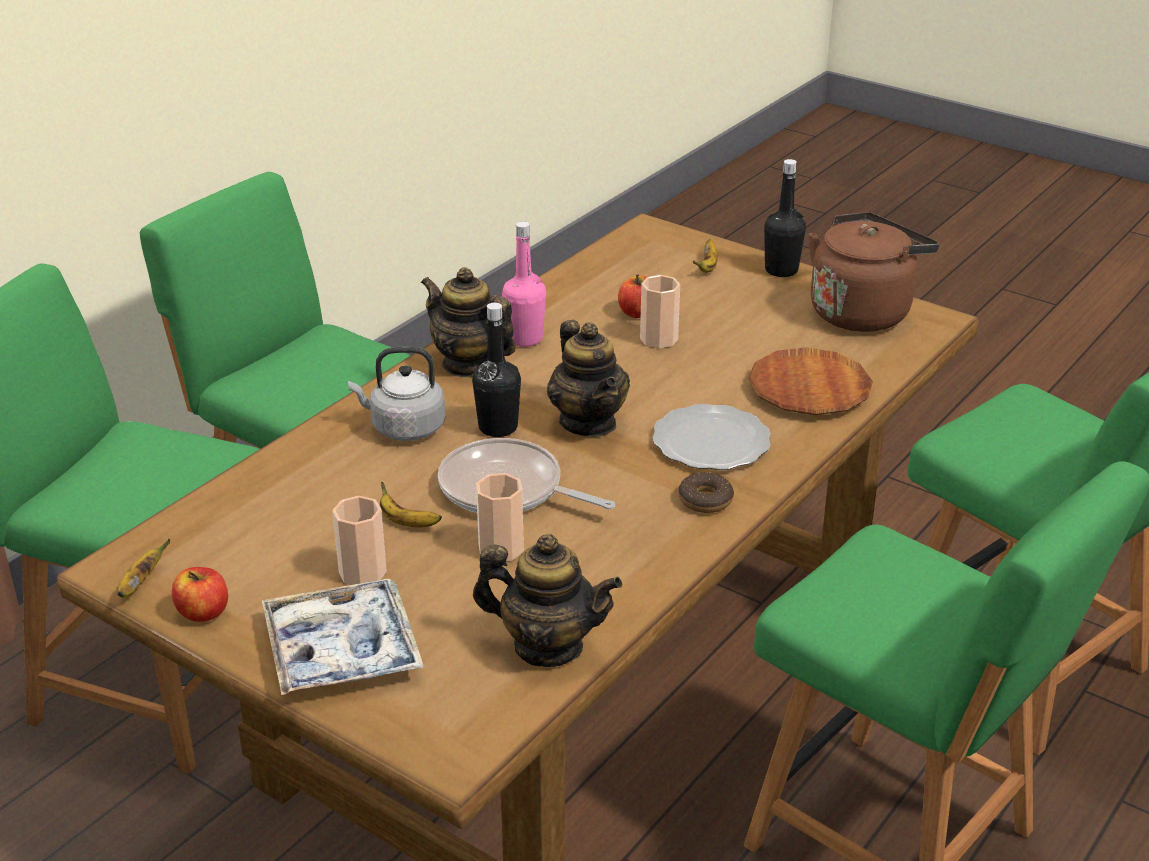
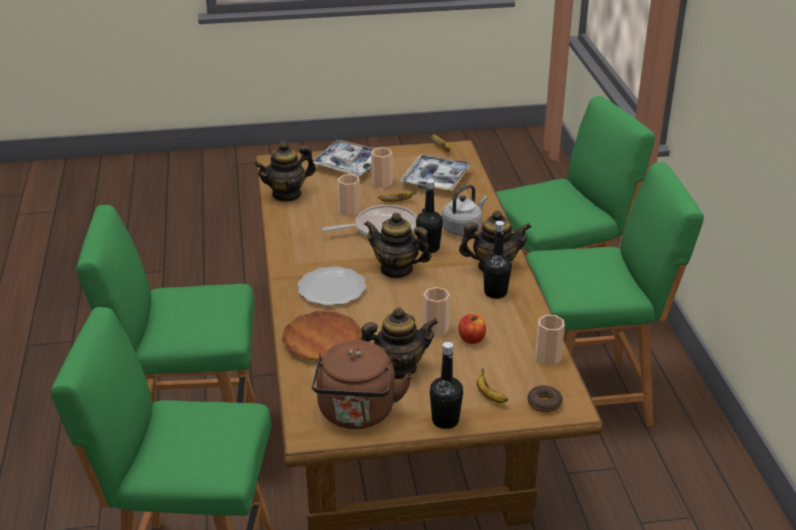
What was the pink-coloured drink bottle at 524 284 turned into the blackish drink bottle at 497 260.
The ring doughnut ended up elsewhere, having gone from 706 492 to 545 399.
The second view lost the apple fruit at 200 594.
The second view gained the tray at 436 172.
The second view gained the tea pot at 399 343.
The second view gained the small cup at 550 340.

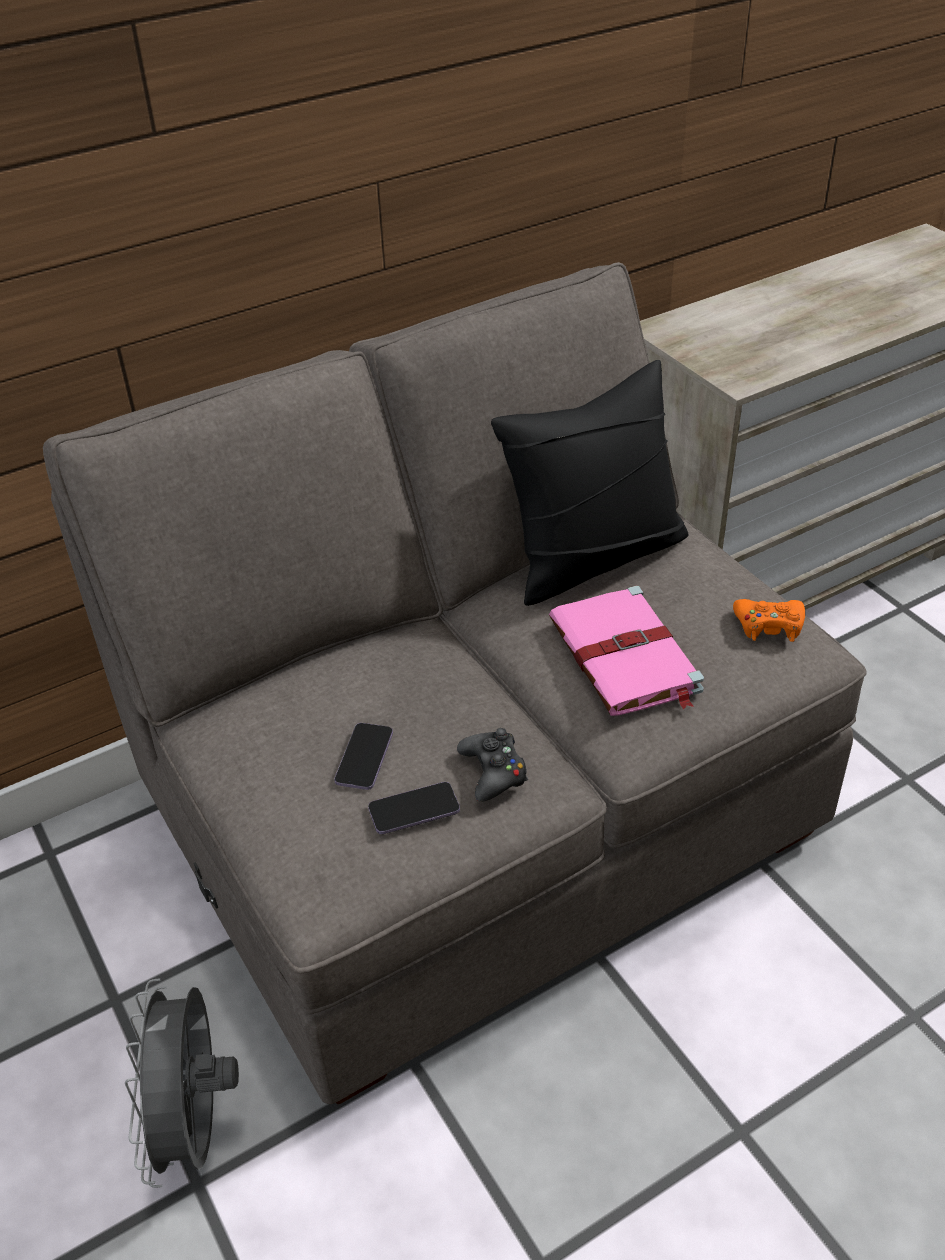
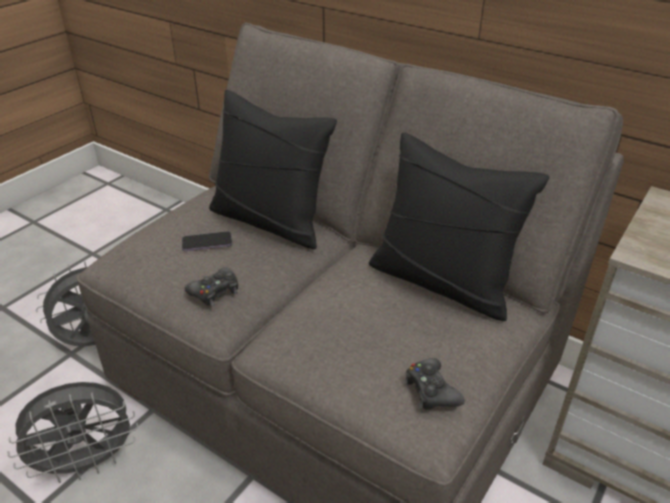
The second view lost the pink-coloured volume at 626 650.
What was the orangey joypad at 769 620 turned into the blackish joypad at 434 384.
The second view lost the handset at 414 808.
The second view gained the blackish throw pillow at 273 169.
The second view gained the grey cooling fan at 73 432.

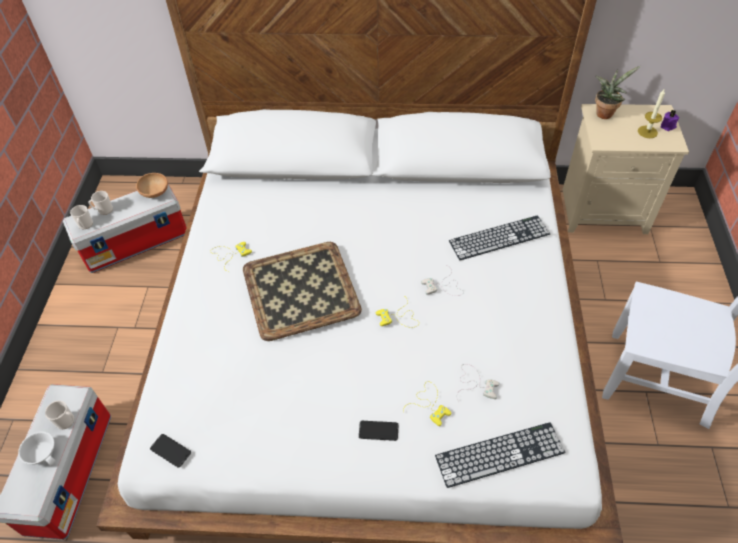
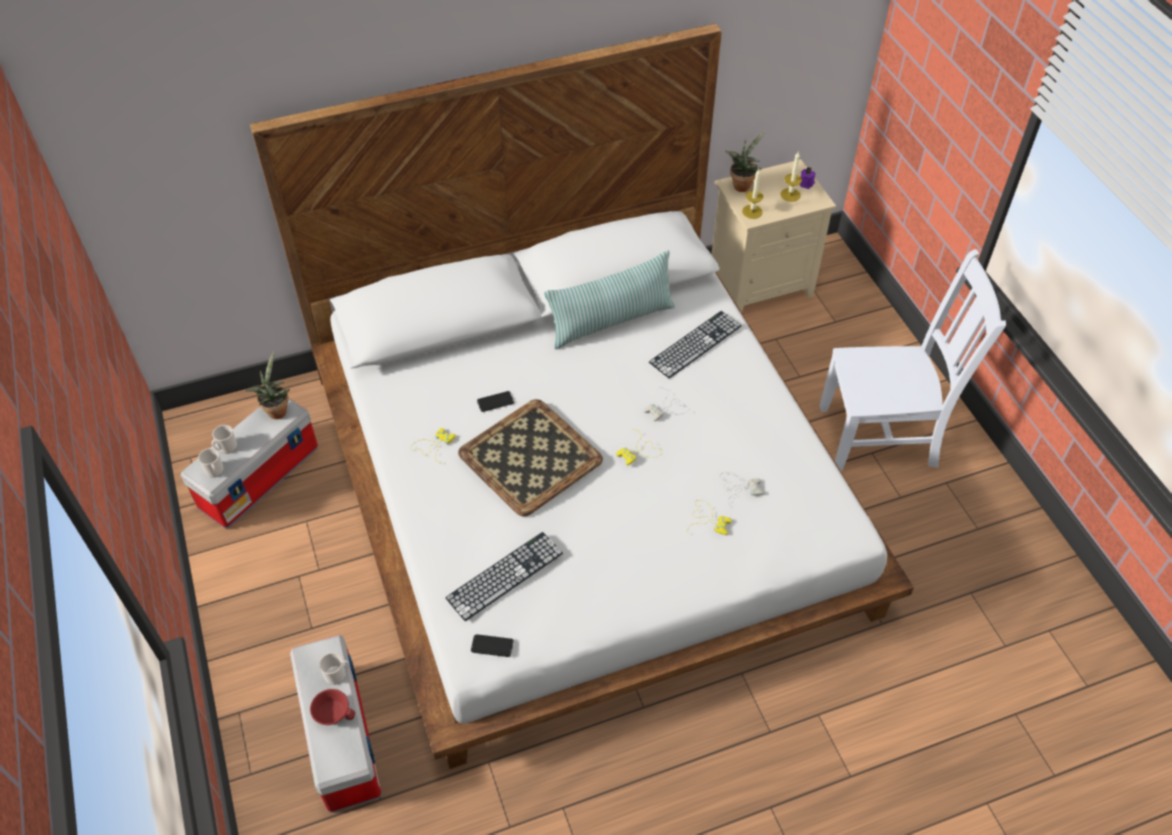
Where the brownish deep dish stood at 152 185, the potted plant came to stand at 267 385.
The handset ended up elsewhere, having gone from 378 431 to 495 401.
The computer keyboard ended up elsewhere, having gone from 500 455 to 504 576.
What was the whitish small cup at 37 448 turned into the red-coloured small cup at 332 707.
The second view gained the candle at 752 194.
The second view gained the throw pillow at 609 299.

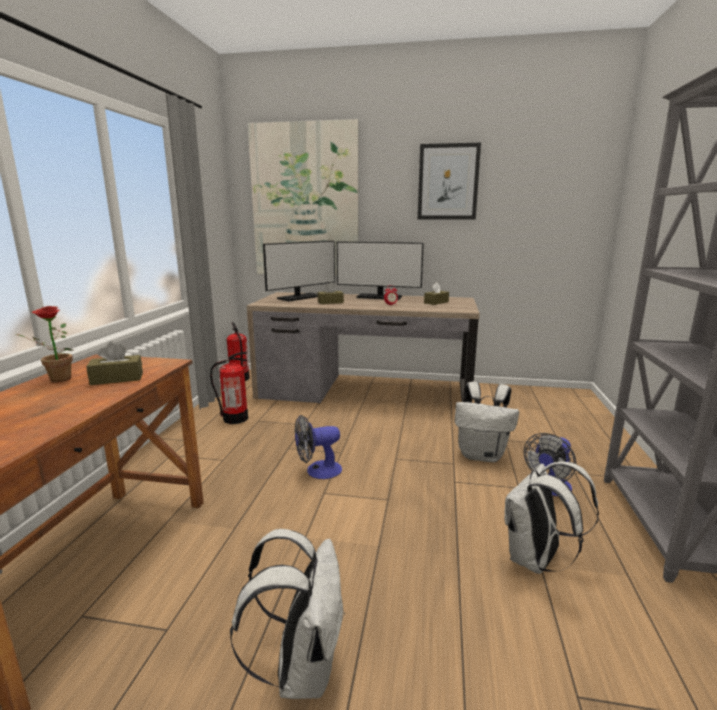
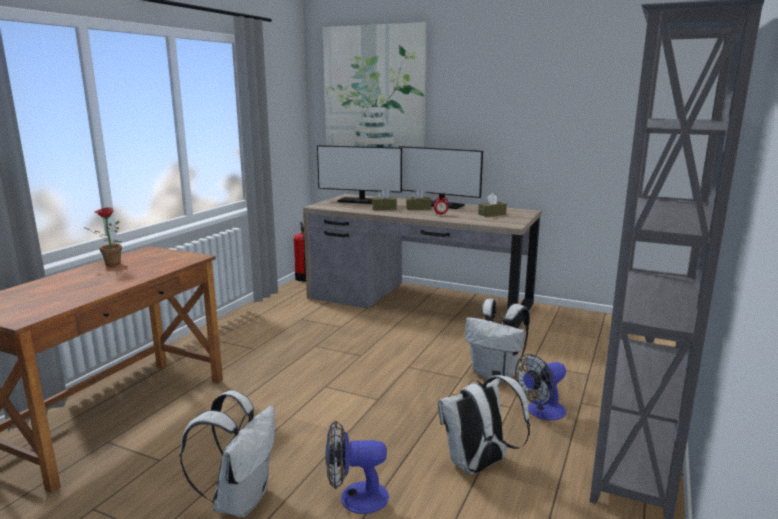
The second view lost the picture at 449 181.
The computer display at 299 271 ended up facing another way, 45 degrees clockwise from before.
The brownish tissue box ended up elsewhere, having gone from 114 363 to 419 199.
The second view lost the fire-fighting cylinder at 229 388.
The cooling fan ended up elsewhere, having gone from 318 447 to 357 467.

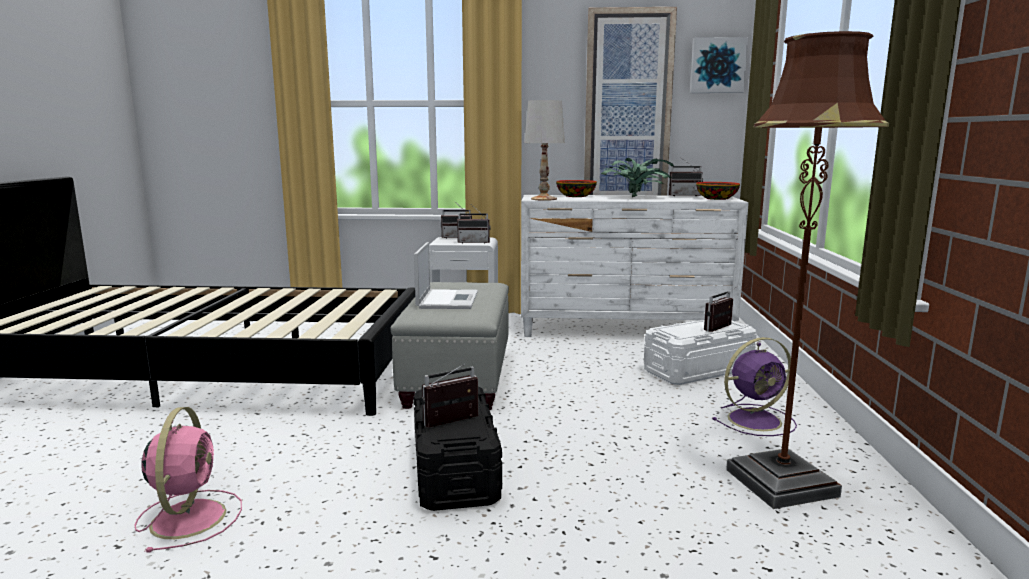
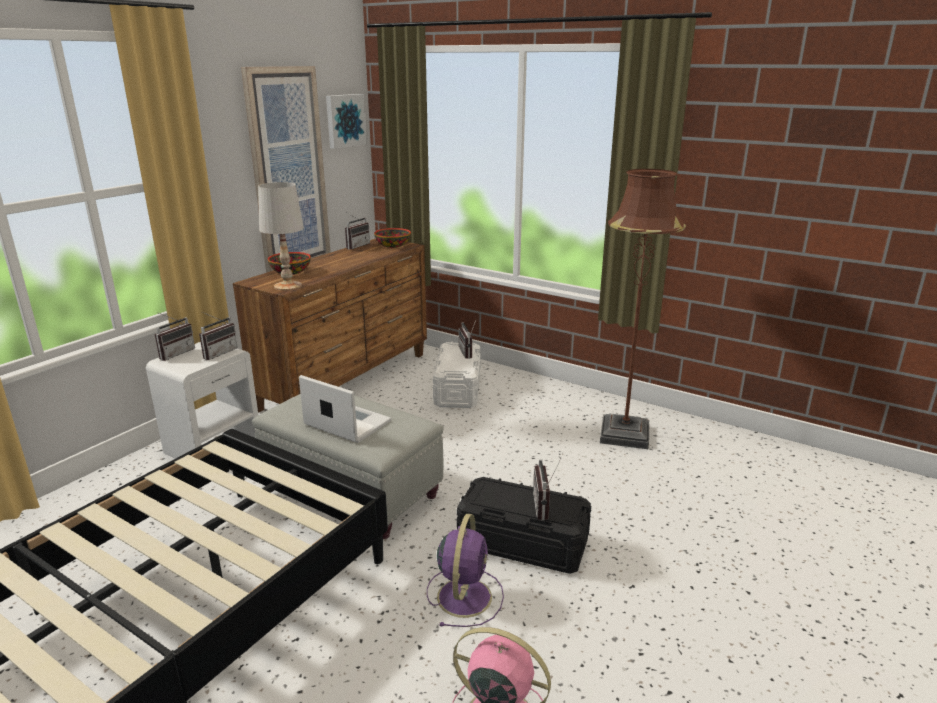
The second view lost the potted plant at 637 177.
What was the whitish chest of drawers at 635 266 turned into the brownish chest of drawers at 330 325.
The purple cooling fan ended up elsewhere, having gone from 754 386 to 465 570.

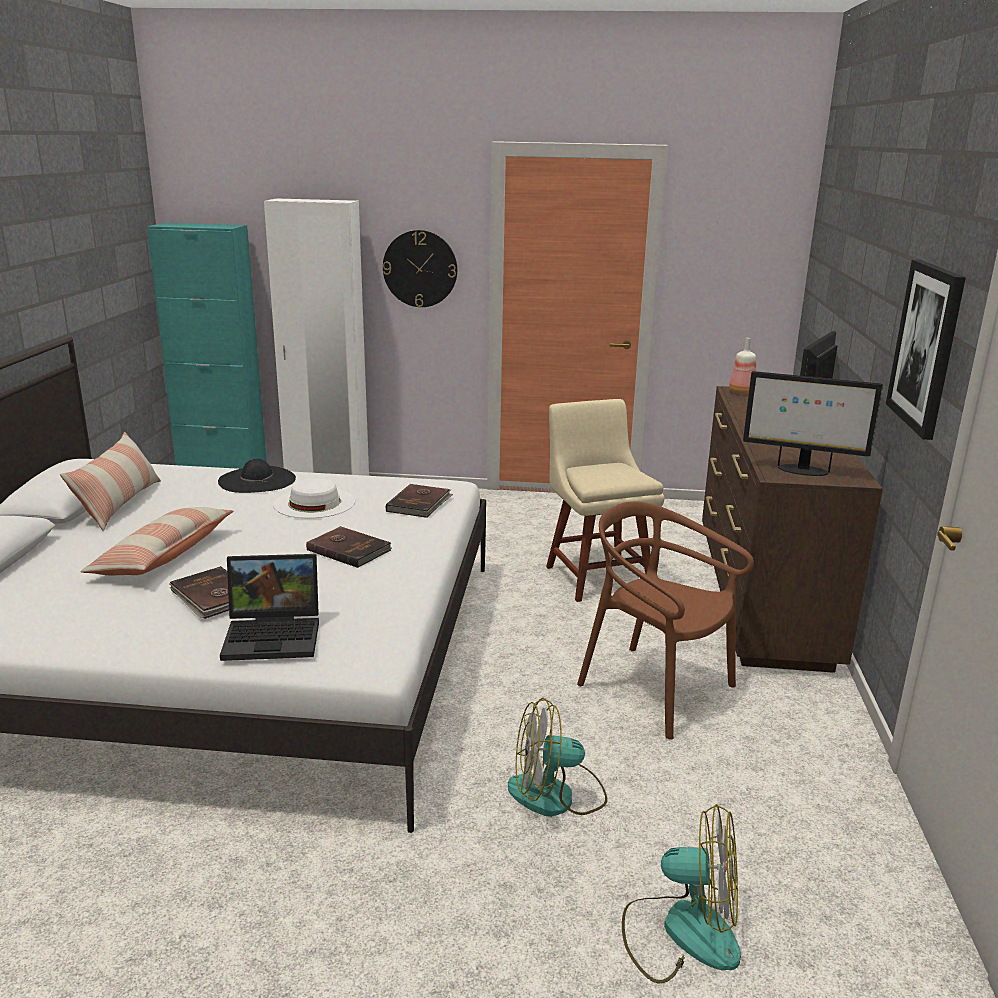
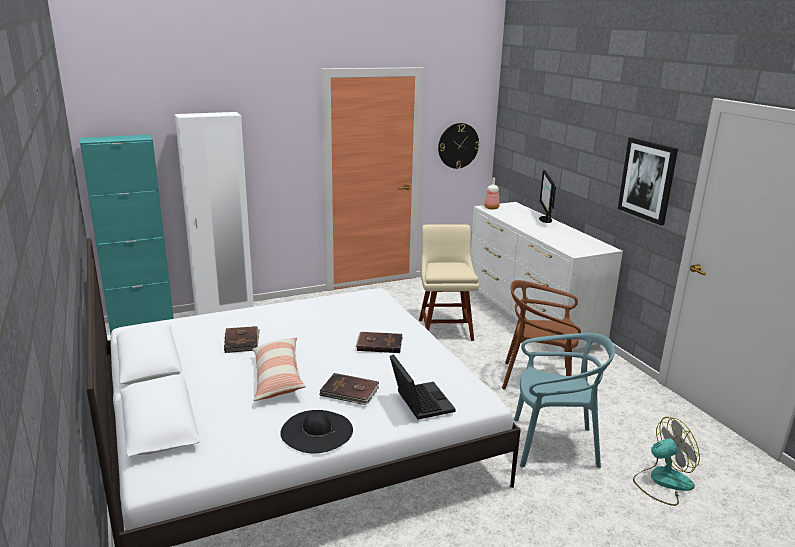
The wall clock ended up elsewhere, having gone from 420 268 to 458 146.
The second view lost the computer display at 813 423.
What was the brownish chest of drawers at 792 529 turned into the whitish chest of drawers at 547 279.
The beige-coloured plain chair at 605 500 ended up facing another way, 45 degrees clockwise from before.
The second view lost the throw pillow at 110 481.
The blackish hat ended up elsewhere, having gone from 257 476 to 316 432.
The second view lost the whitish hat at 314 498.
The brownish volume ended up elsewhere, having gone from 419 501 to 242 339.
The portable computer at 269 607 ended up facing another way, 75 degrees counterclockwise from before.
Where the cooling fan stood at 557 757, the turquoise plain chair came to stand at 564 400.

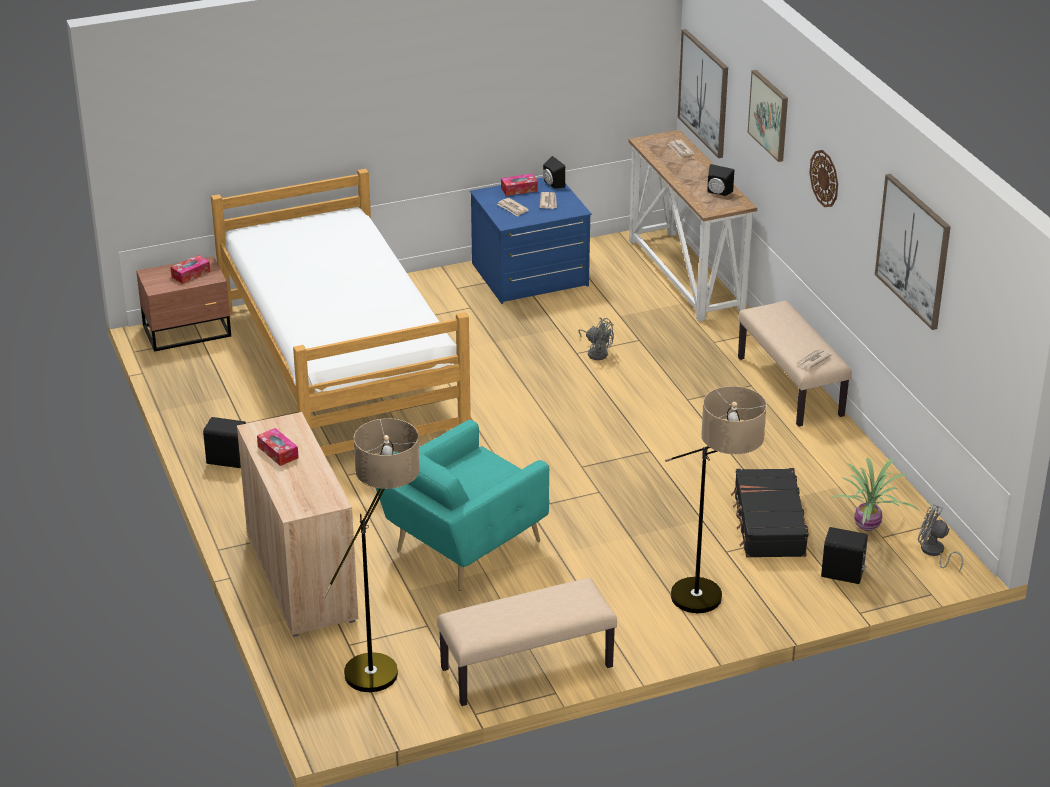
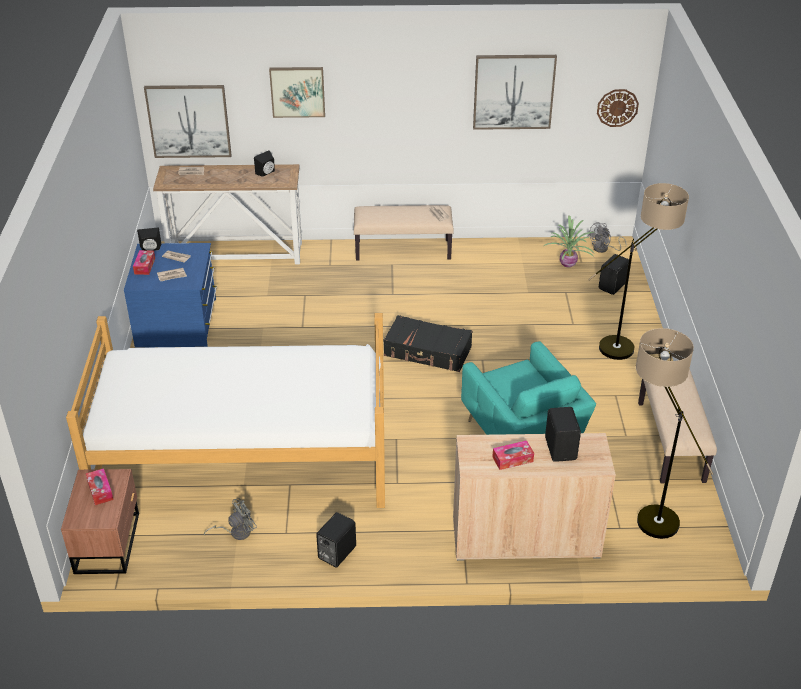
The wall clock ended up elsewhere, having gone from 823 178 to 618 108.
The grey cooling fan ended up elsewhere, having gone from 596 338 to 230 519.
The blackish suitcase ended up elsewhere, having gone from 770 513 to 428 343.
The second view gained the blackish speaker at 563 434.

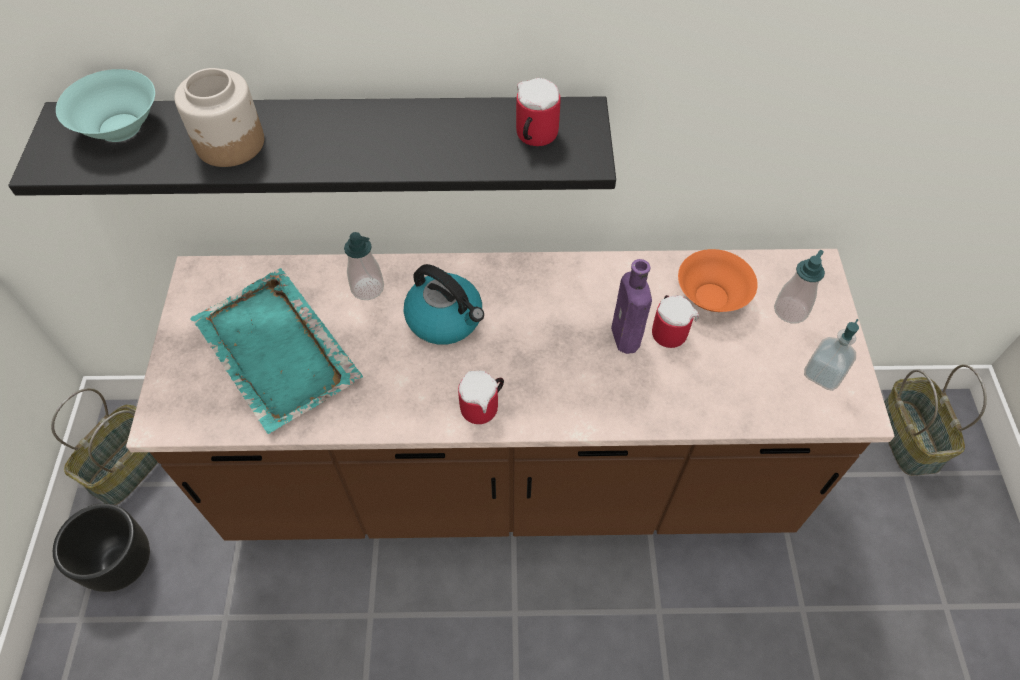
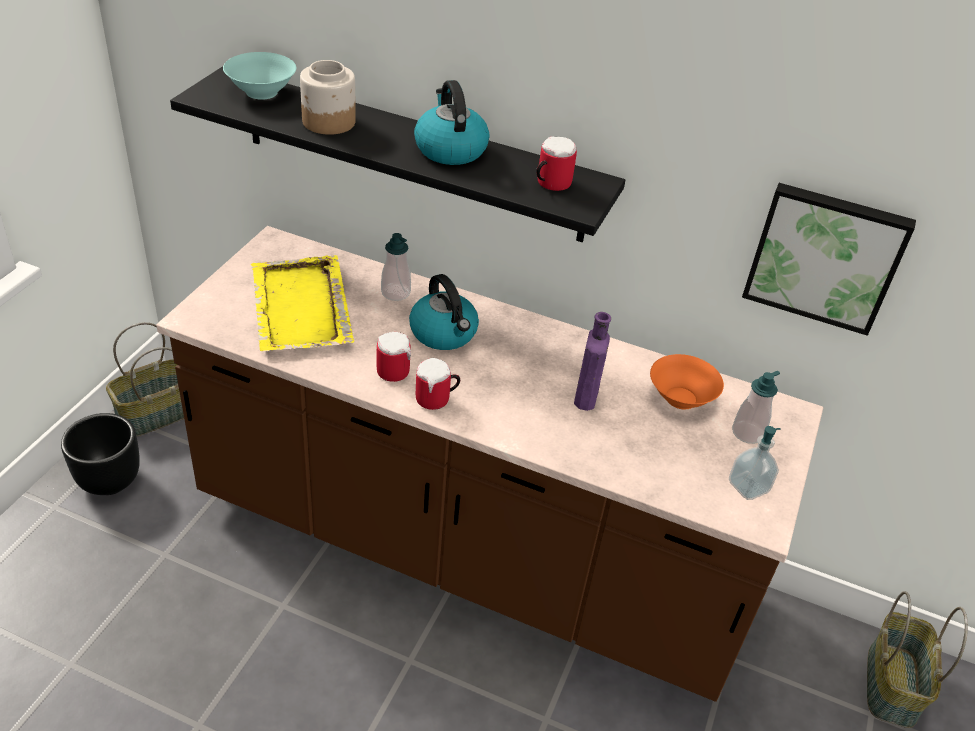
What was the turquoise tray at 276 351 turned into the yellow-coloured tray at 302 303.
The coffee mug ended up elsewhere, having gone from 675 321 to 394 357.
The second view gained the tea kettle at 451 122.
The second view gained the picture at 829 259.

